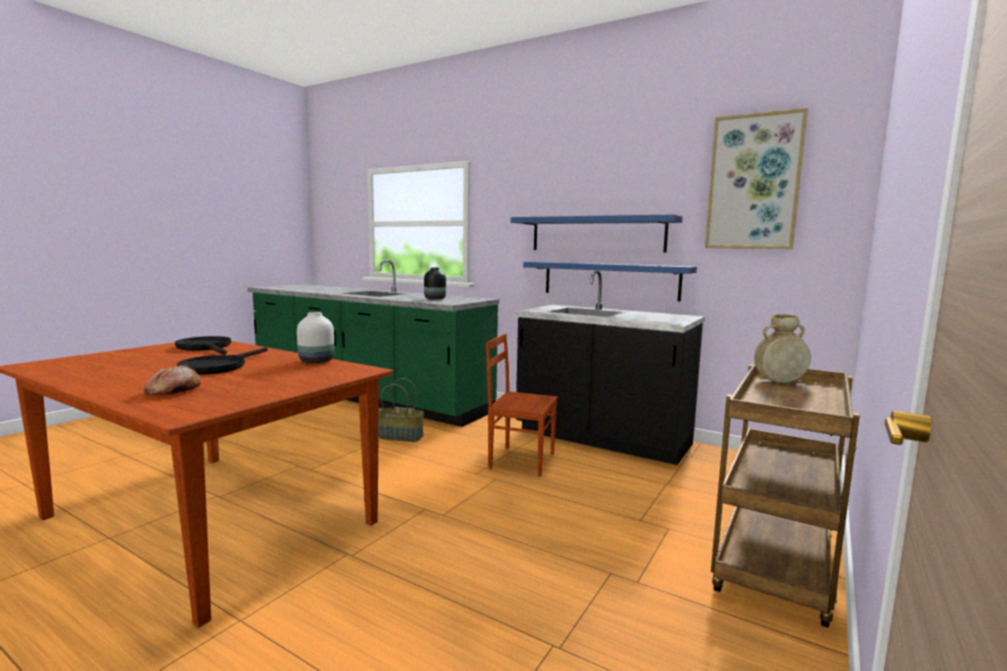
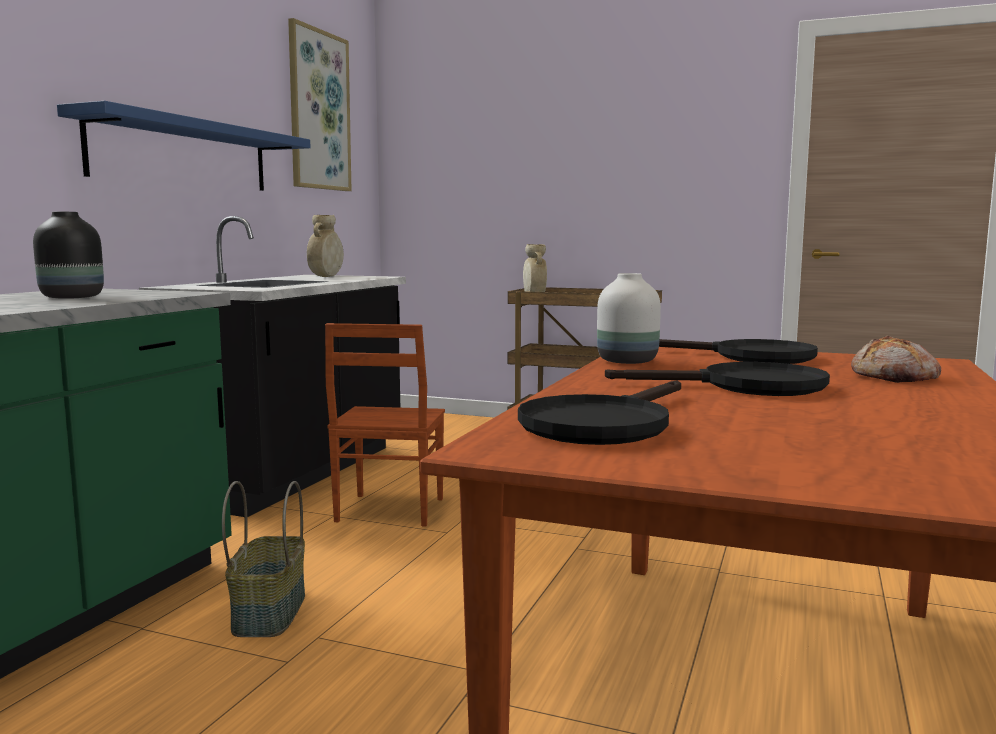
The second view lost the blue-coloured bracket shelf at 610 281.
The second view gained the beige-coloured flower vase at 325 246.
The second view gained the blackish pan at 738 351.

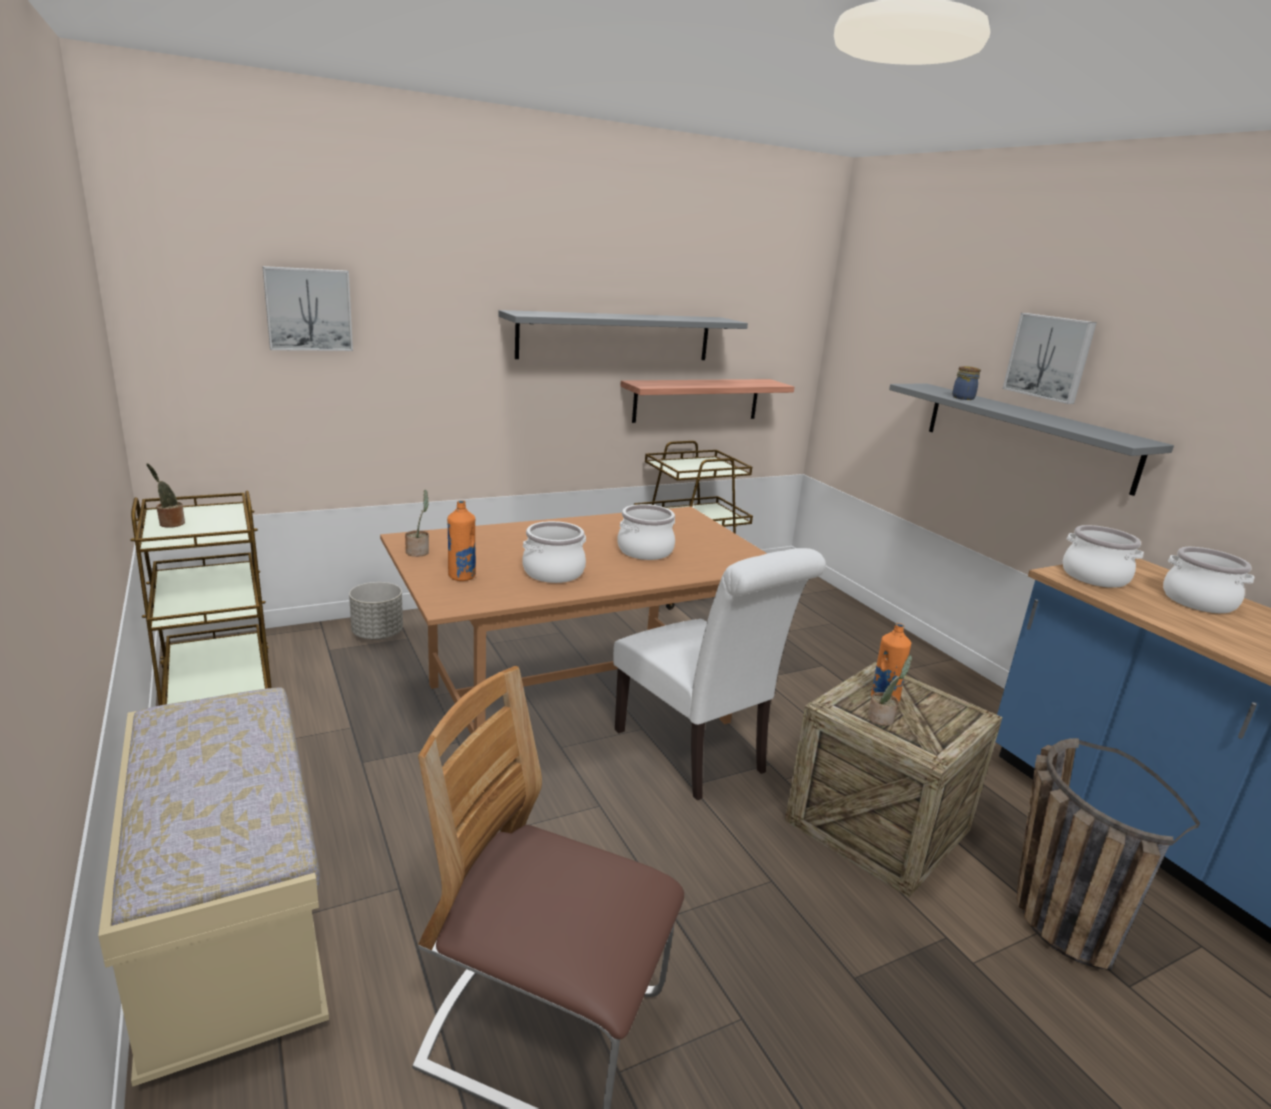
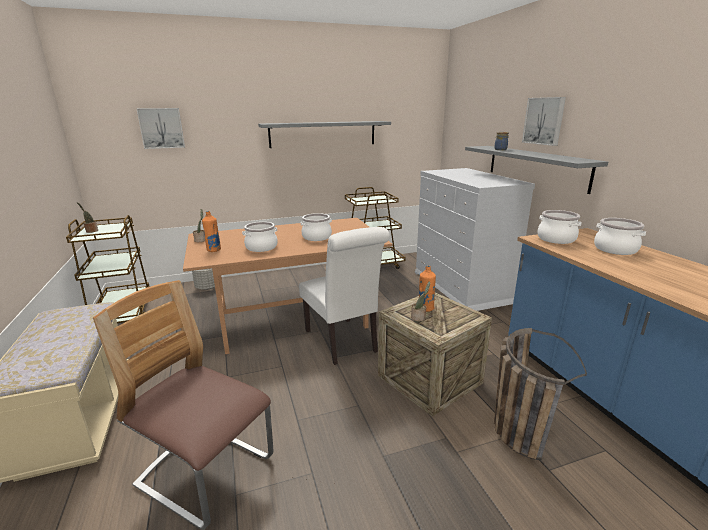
The second view lost the bracket shelf at 707 401.
The second view gained the whitish chest of drawers at 475 239.

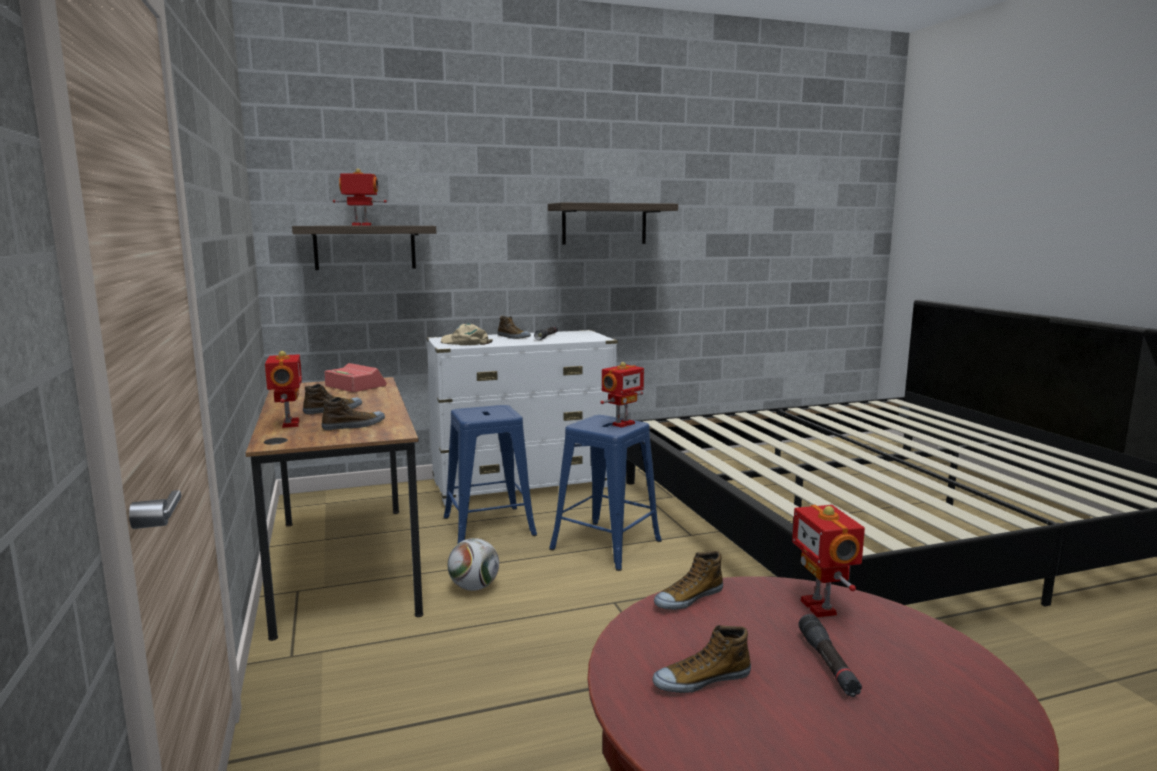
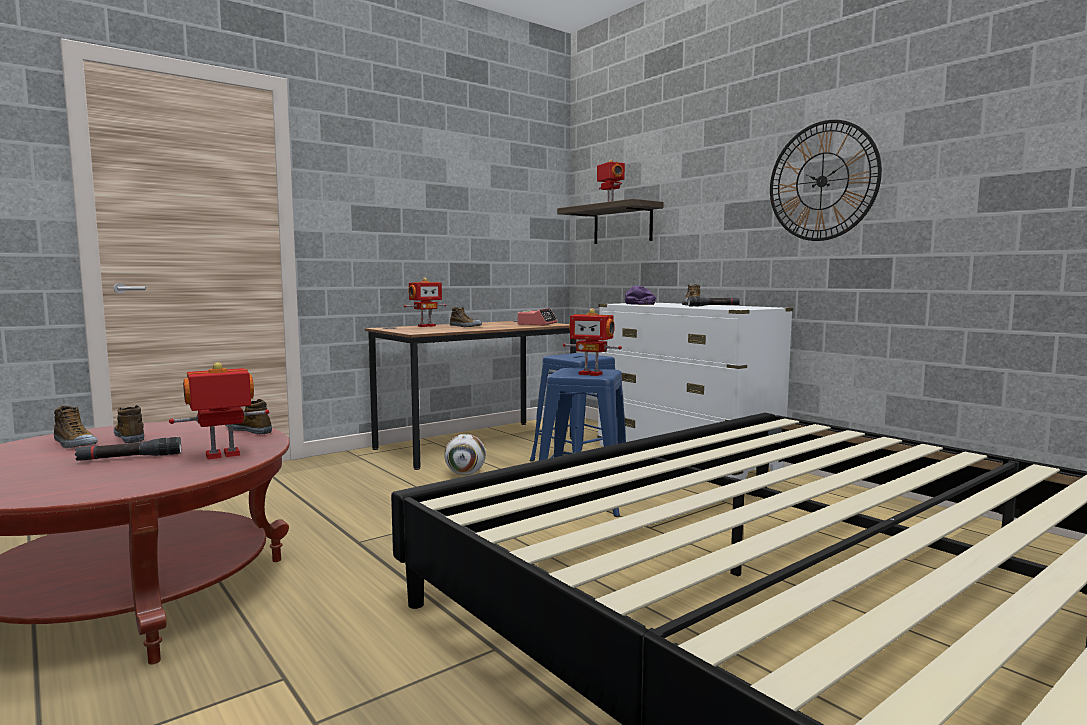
Where the bracket shelf hung at 613 223, the wall clock came to hang at 826 180.
What was the beige-coloured cap at 467 334 turned into the purple cap at 640 295.
The item of footwear ended up elsewhere, having gone from 353 413 to 76 426.

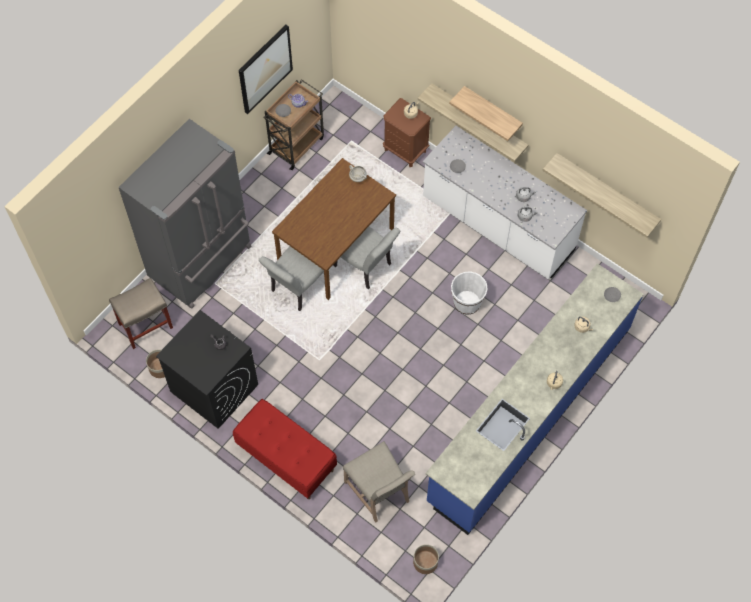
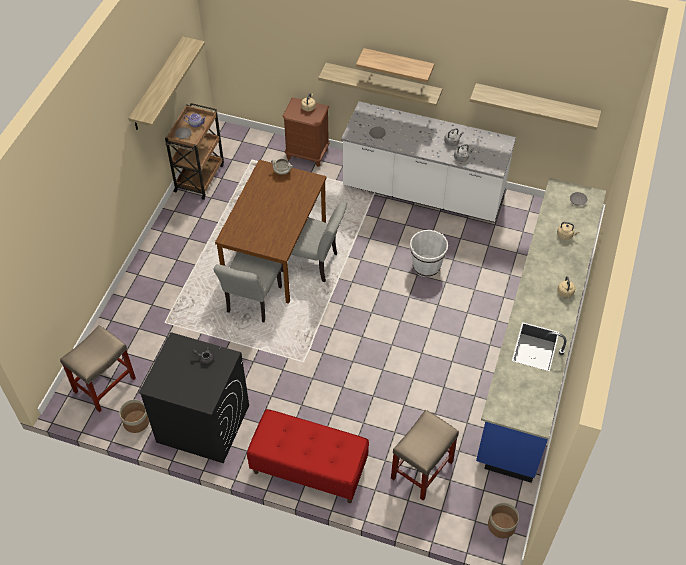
Where the picture hung at 266 69, the bracket shelf came to hang at 166 83.
The second view lost the grey fridge at 185 214.
Where the beige-coloured plain chair stood at 379 482, the beige-coloured stool came to stand at 425 455.

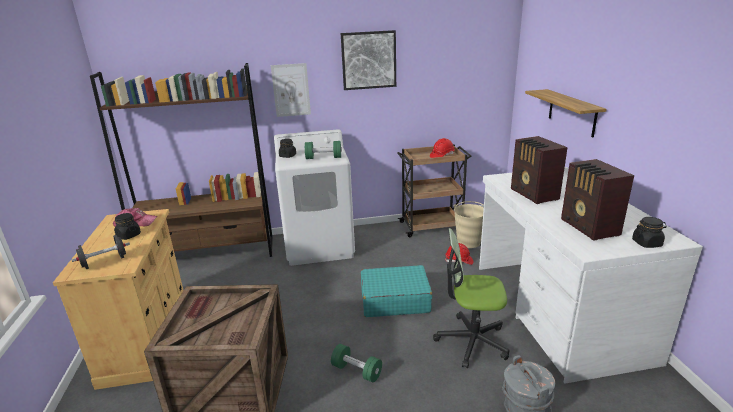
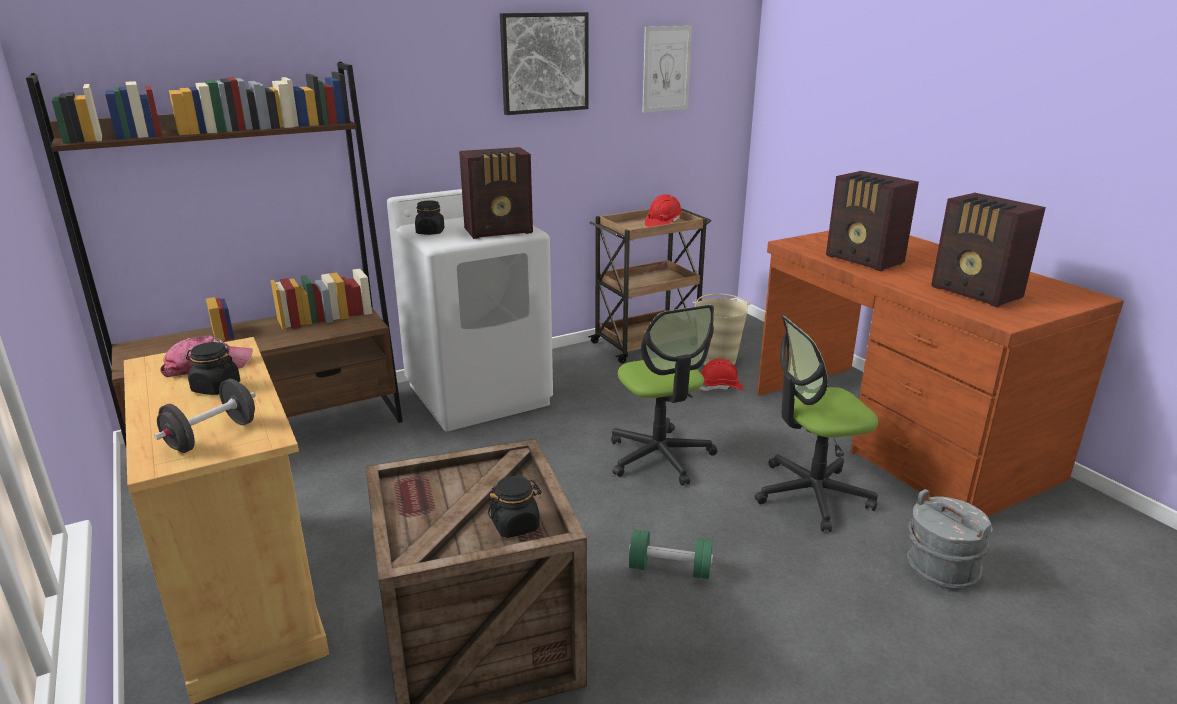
The picture ended up elsewhere, having gone from 291 90 to 667 69.
The second view lost the bracket shelf at 566 113.
Where the greenish dumbbell stood at 323 150, the radio came to stand at 496 193.
What was the whitish desk at 591 275 turned into the brownish desk at 940 374.
The blackish storage jar ended up elsewhere, having gone from 649 232 to 515 507.
Where the turquoise suitcase stood at 396 291, the desk chair came to stand at 664 395.

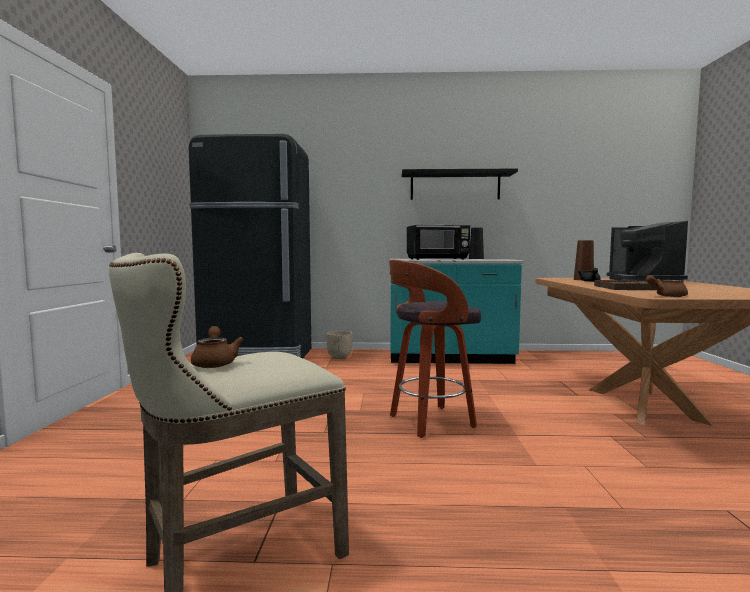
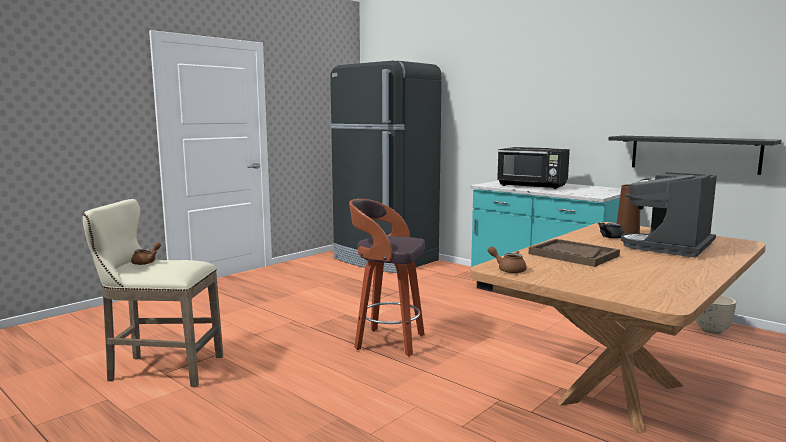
The blackish bracket shelf ended up elsewhere, having gone from 460 184 to 694 155.
The second view lost the blackish flower vase at 476 243.
The beige-coloured plant pot ended up elsewhere, having gone from 339 345 to 715 314.

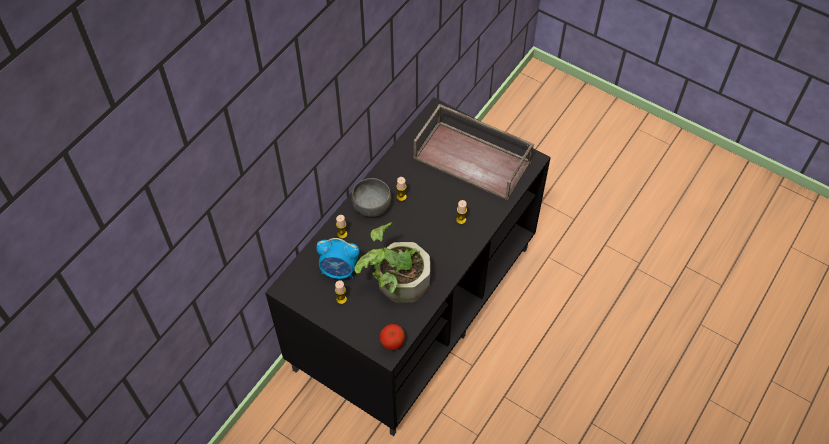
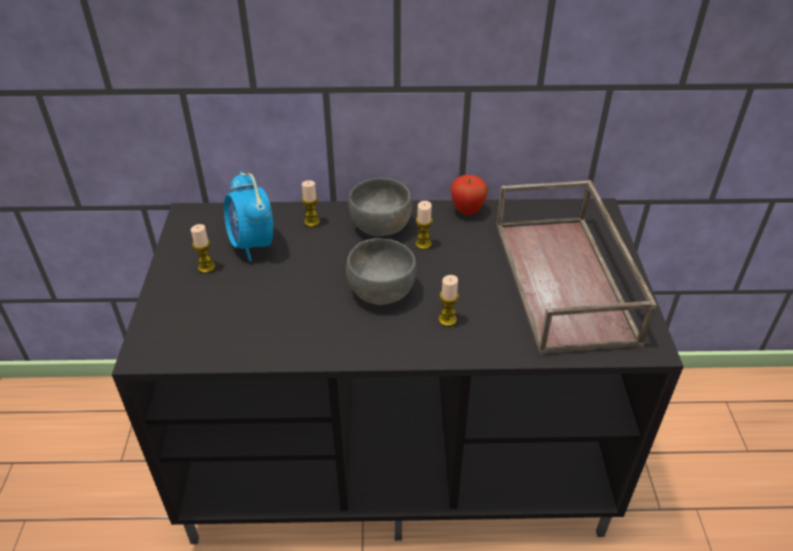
The second view lost the potted plant at 392 262.
The apple fruit ended up elsewhere, having gone from 392 337 to 469 195.
The second view gained the grey deep dish at 381 271.

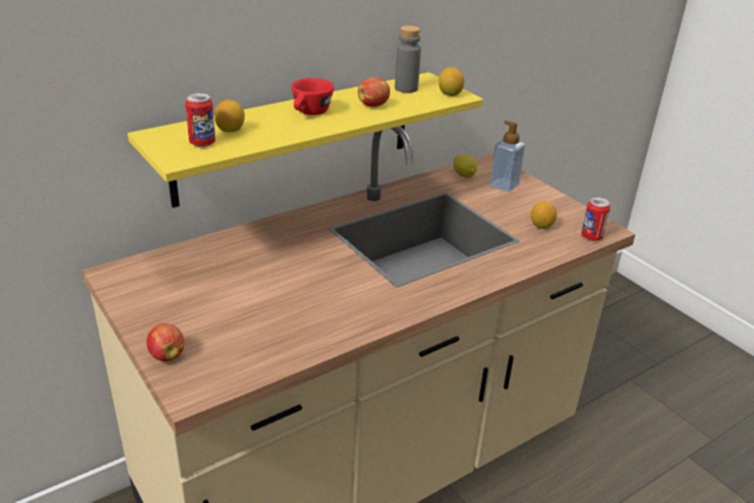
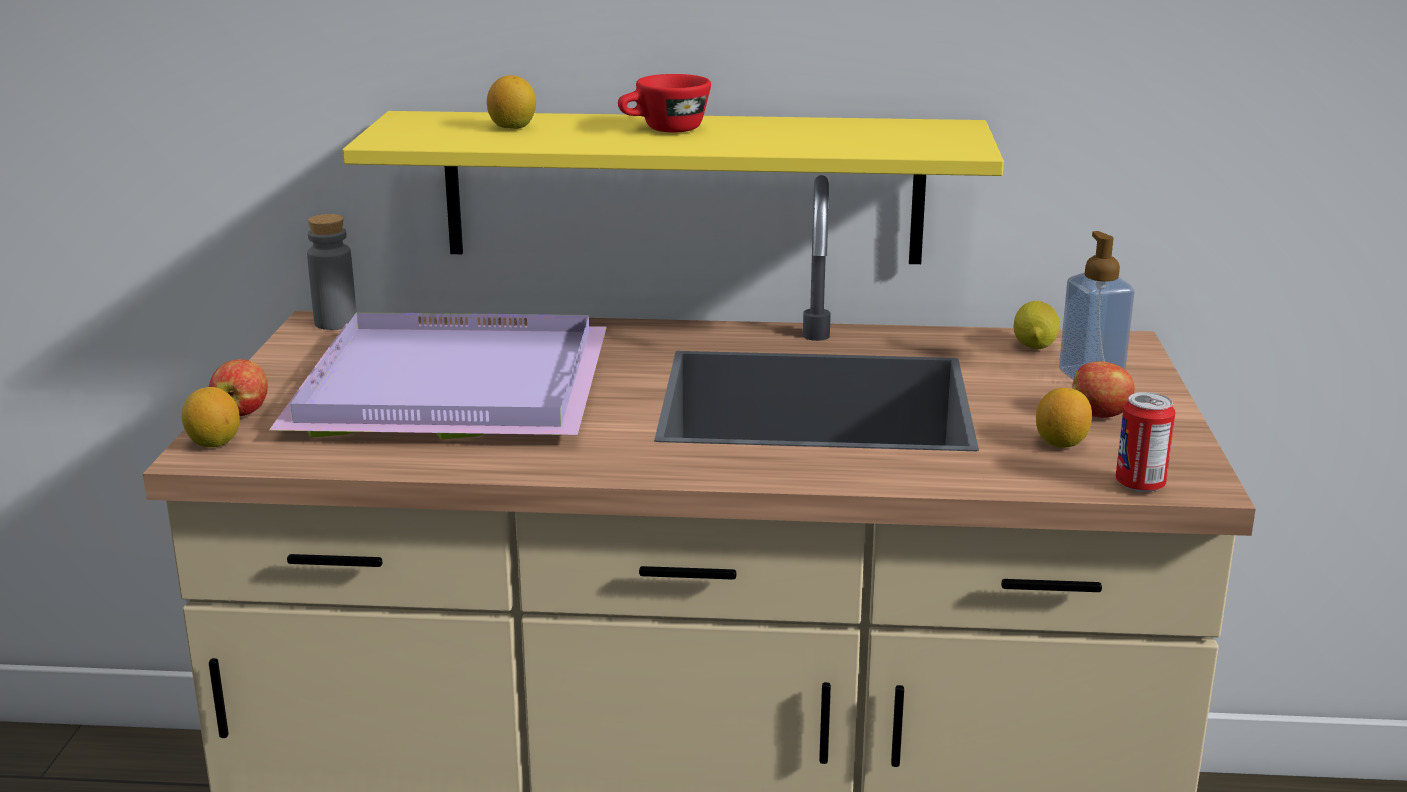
The grey drink bottle ended up elsewhere, having gone from 408 59 to 331 272.
The citrus fruit ended up elsewhere, having gone from 451 81 to 210 417.
The apple fruit ended up elsewhere, having gone from 374 92 to 1103 389.
The second view lost the sealed can at 200 120.
The second view gained the purple tray at 438 375.

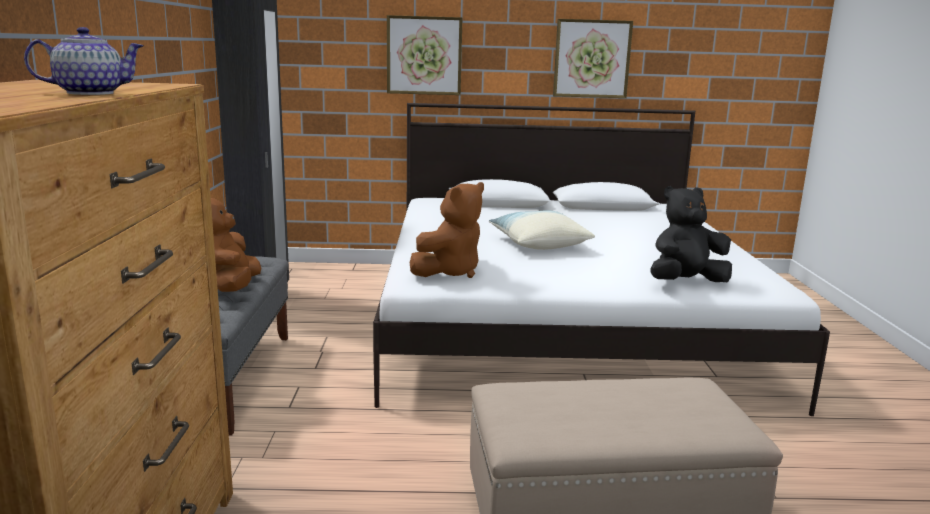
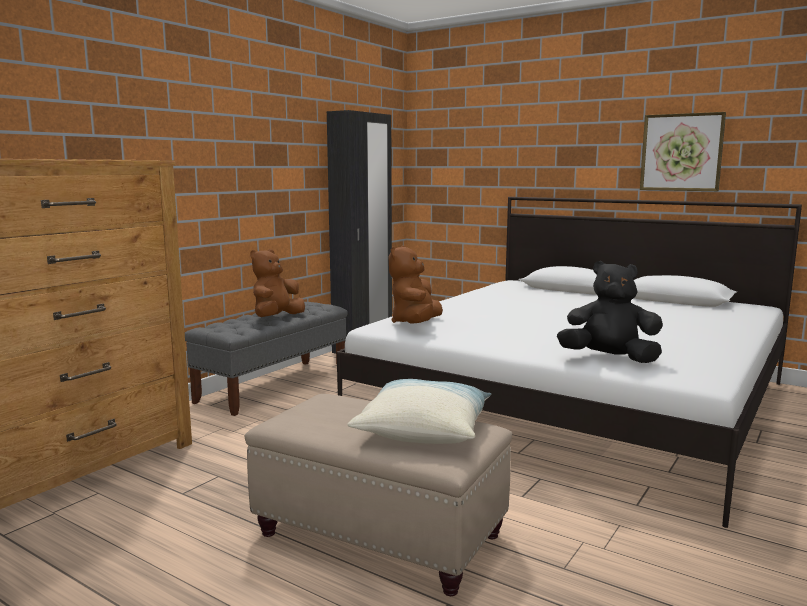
The second view lost the picture at 424 55.
The second view lost the tea pot at 84 61.
The brownish plush toy at 447 230 ended up facing another way, 120 degrees clockwise from before.
The throw pillow ended up elsewhere, having gone from 542 230 to 419 411.

